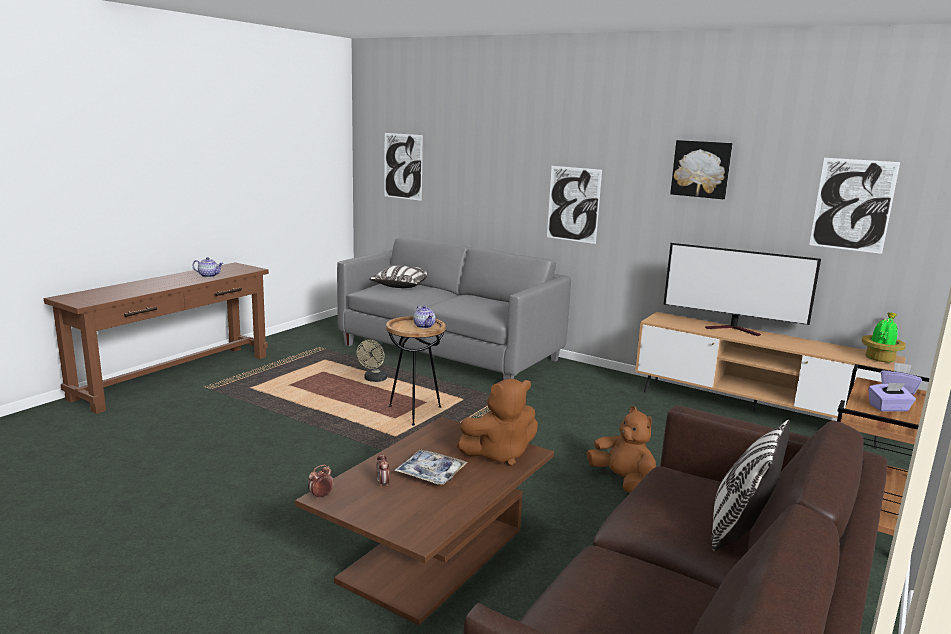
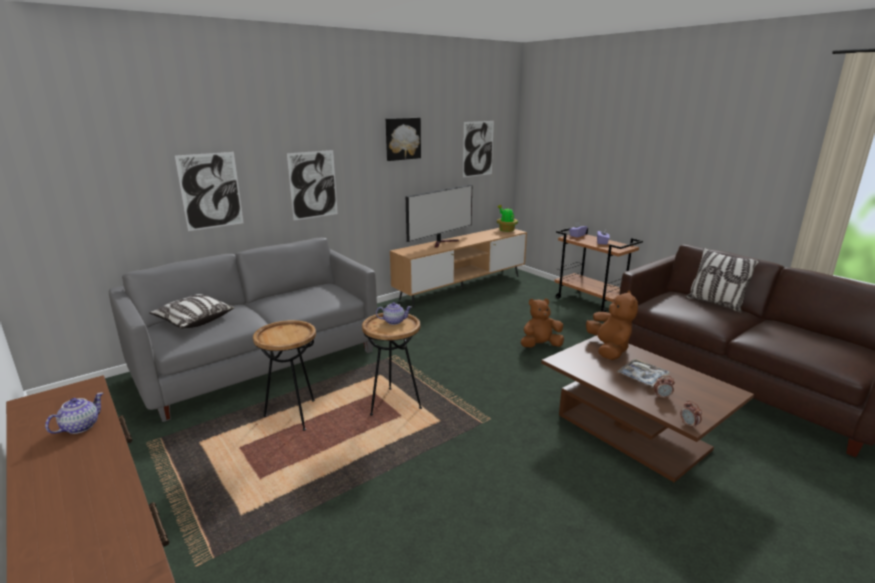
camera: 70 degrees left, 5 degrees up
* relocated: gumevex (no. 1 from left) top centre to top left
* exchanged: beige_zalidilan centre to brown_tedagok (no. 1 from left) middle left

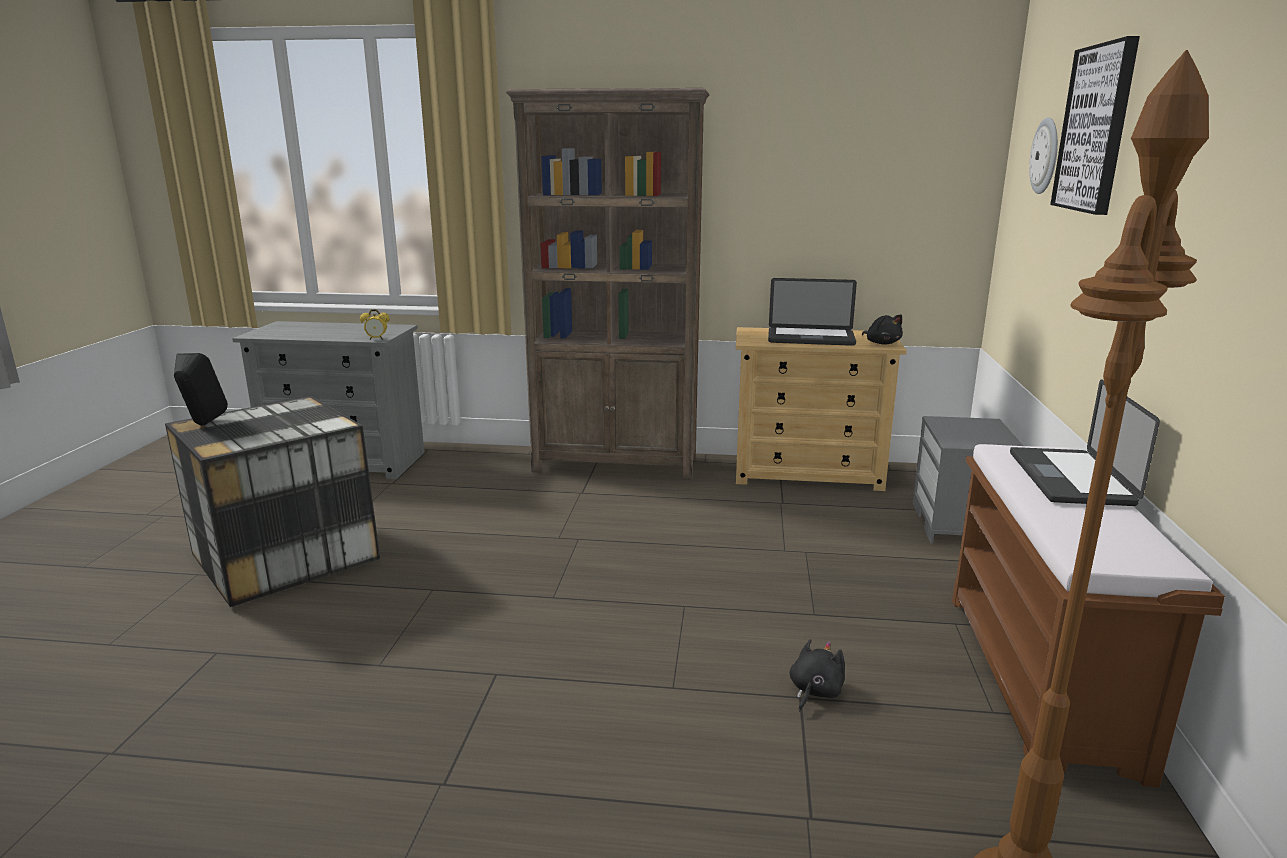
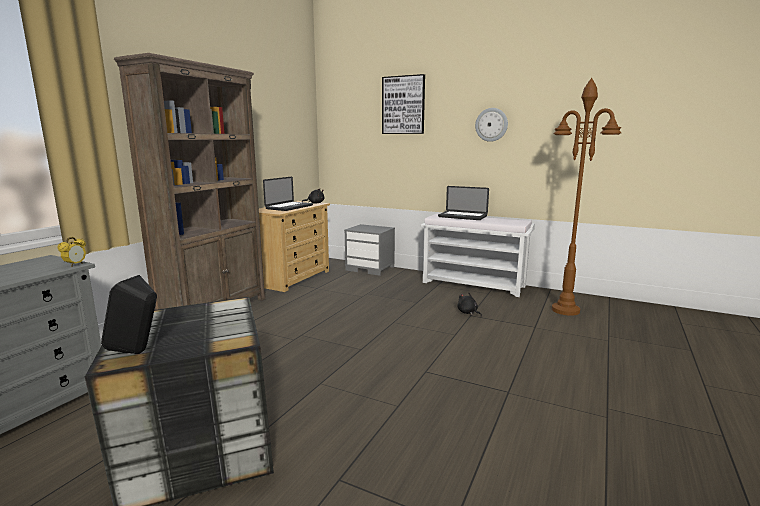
camera: 70 degrees left, 5 degrees down
* relocated: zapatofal top right to top centre
* colour: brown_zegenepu bottom right to white_zegenepu centre

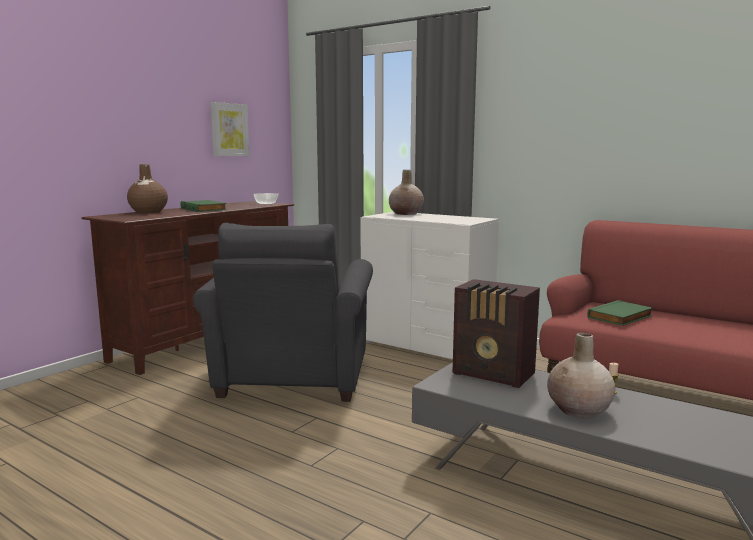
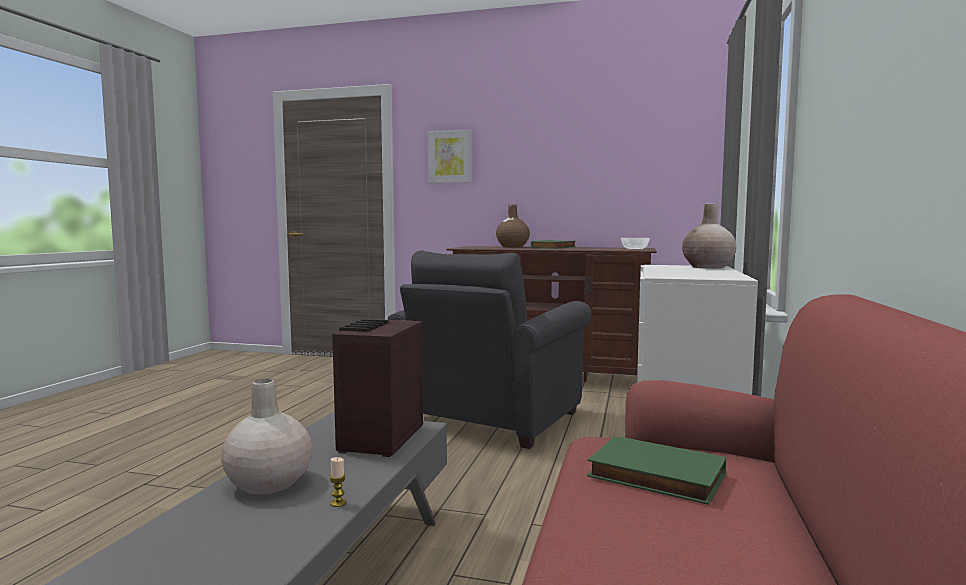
camera: 70 degrees right, 5 degrees down
* relocated: gumevex top left to top centre
* spun: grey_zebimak centre = centre 45 degrees counterclockwise

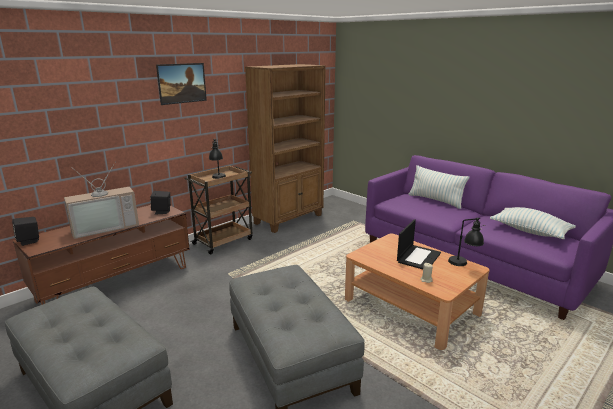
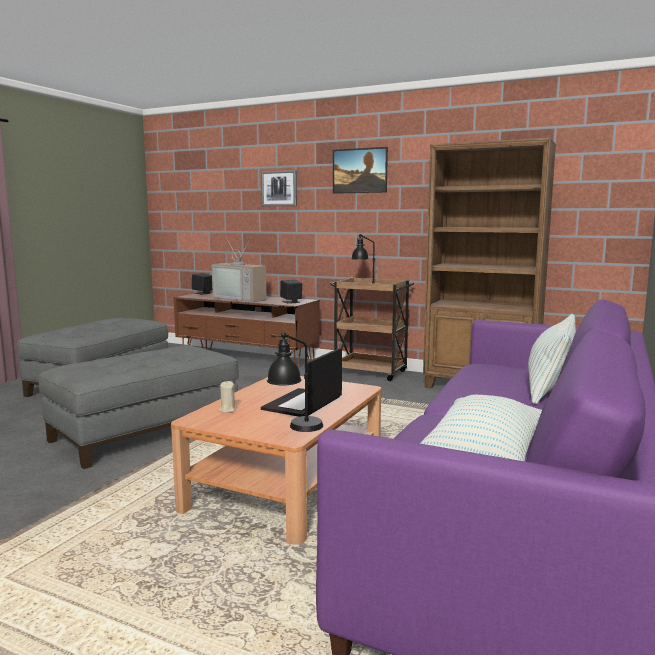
camera: 70 degrees right, 10 degrees down
* appeared: gumevex (no. 1 from left) top centre
* spun: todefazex middle right = centre 105 degrees clockwise

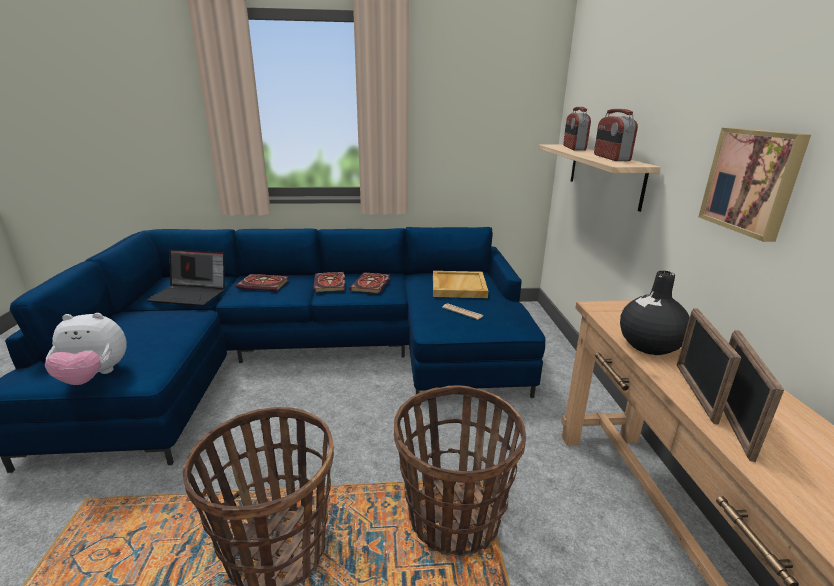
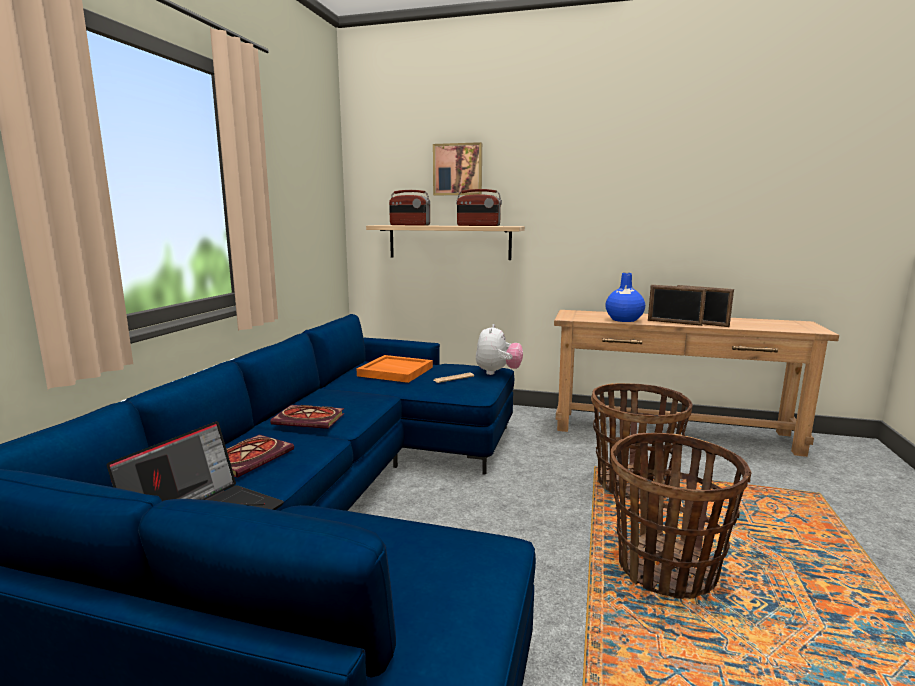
camera: 70 degrees left, 10 degrees down
* missing: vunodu (no. 3 from left) centre
* relocated: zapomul middle left to centre
* relocated: gumevex top right to top centre
* colour: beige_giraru centre to orange_giraru centre
* colour: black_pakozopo middle right to blue_pakozopo middle right

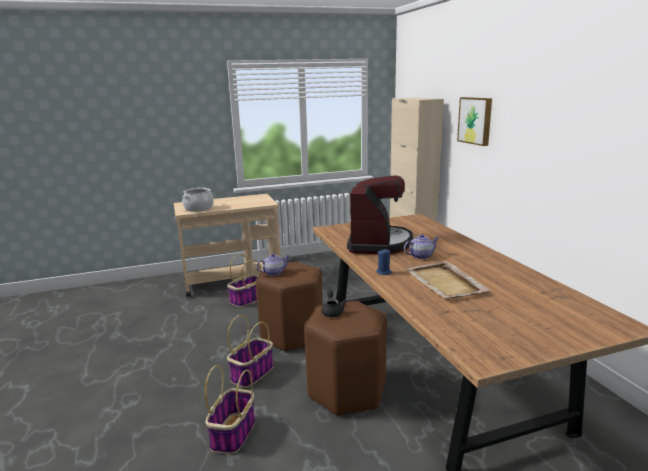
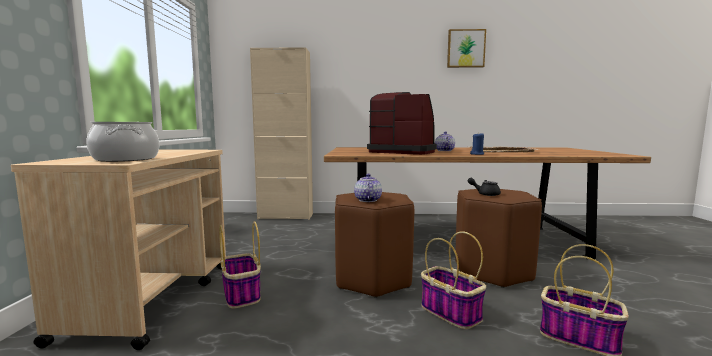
camera: 70 degrees left, 10 degrees down
* relocated: gumevex top right to top centre

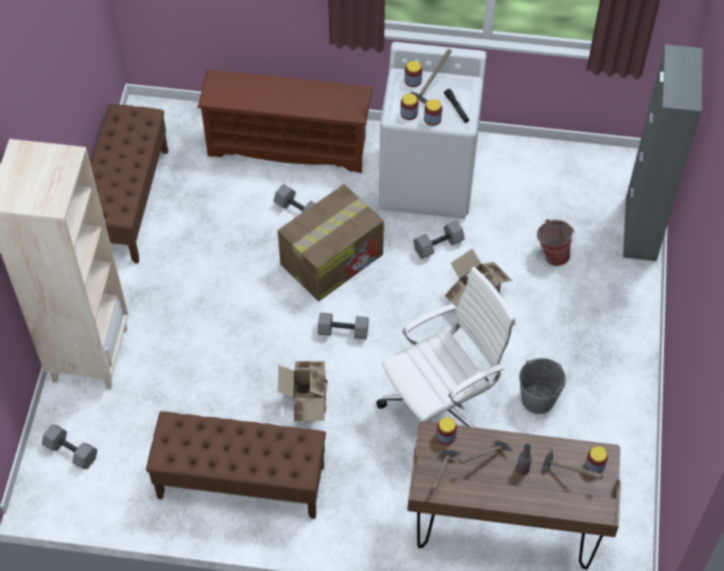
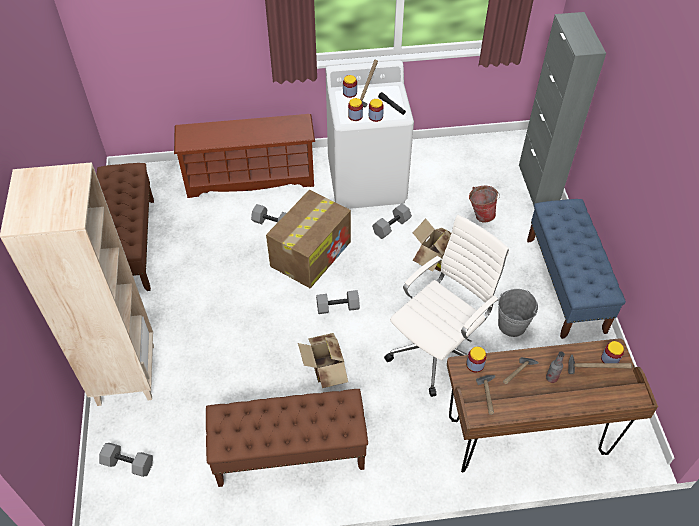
camera: 15 degrees left, 5 degrees down
* appeared: blue_zegenepu middle right

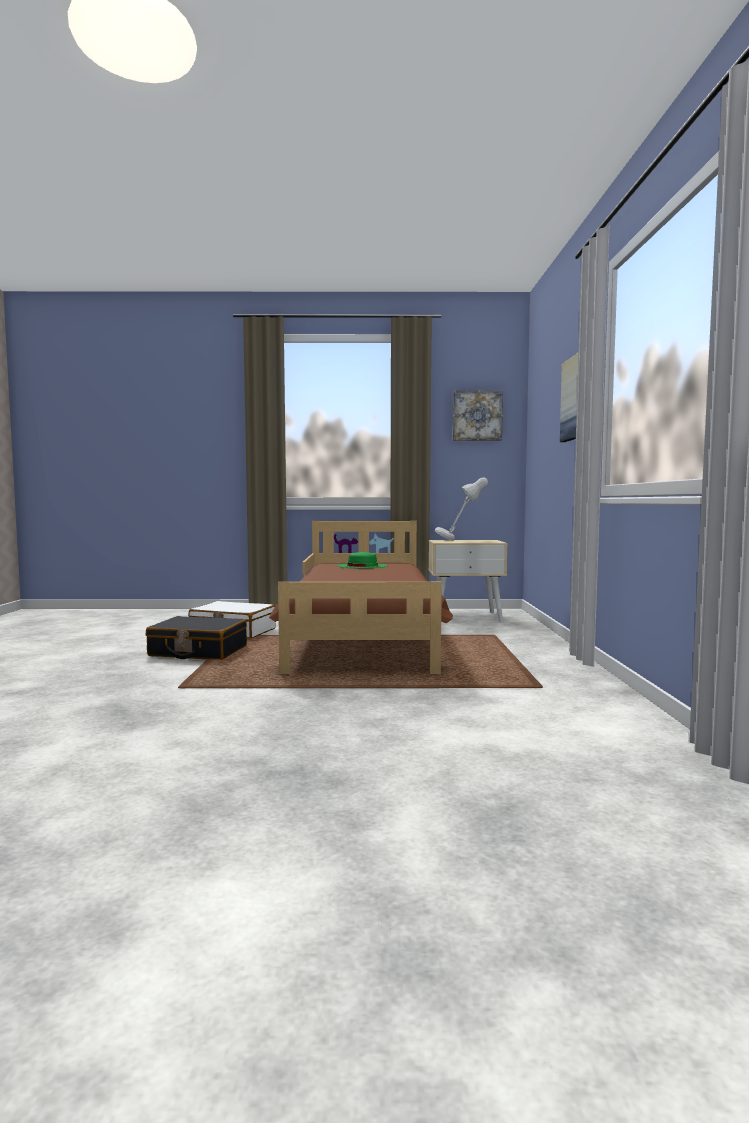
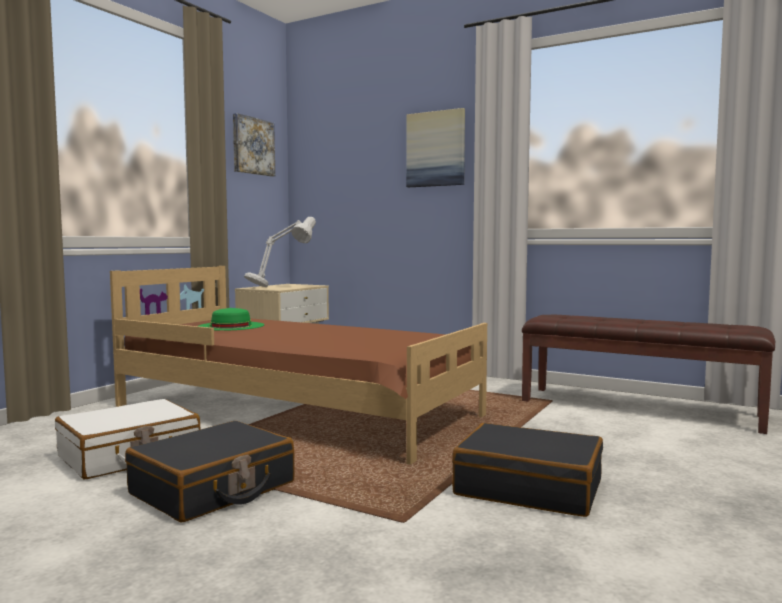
camera: 60 degrees left, 0 degrees up
* appeared: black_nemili (no. 2 from left) bottom right
* appeared: brown_zegenepu middle right

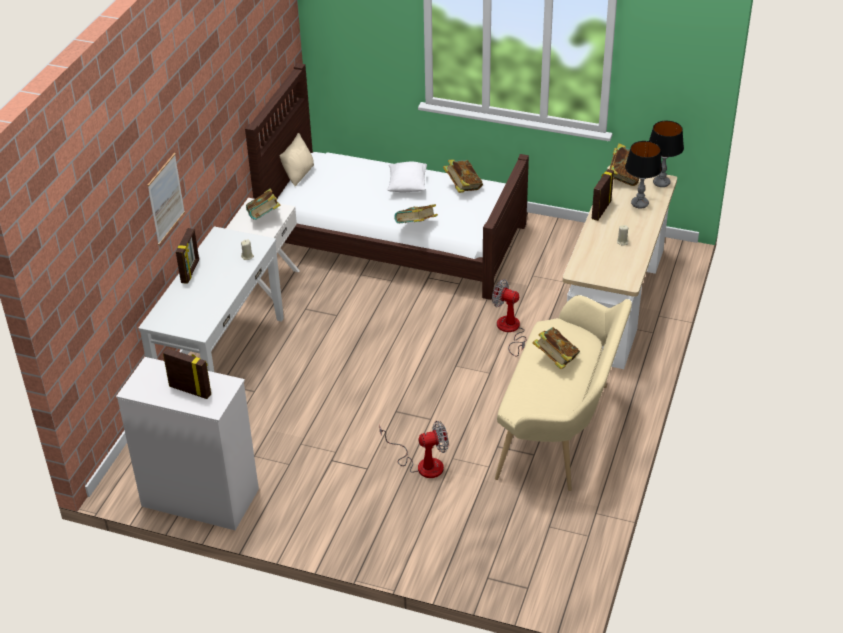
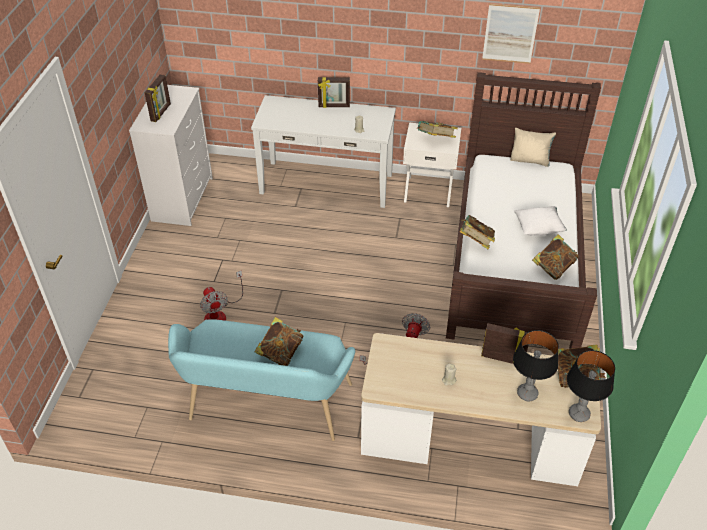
camera: 80 degrees right, 5 degrees up
* relocated: gumevex top left to top right
* colour: beige_zegenepu middle right to turquoise_zegenepu bottom centre

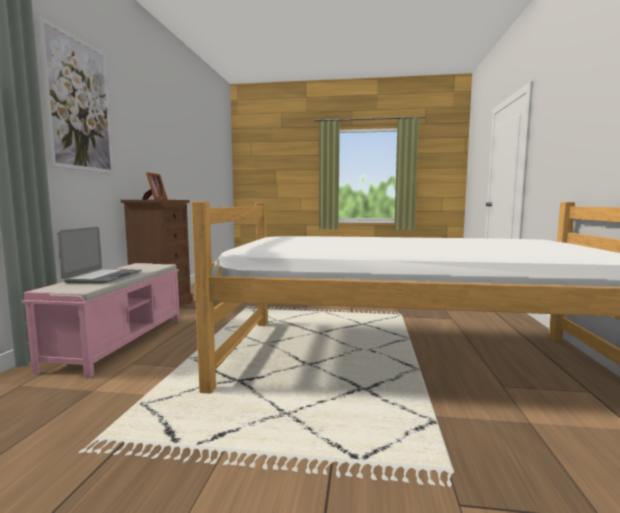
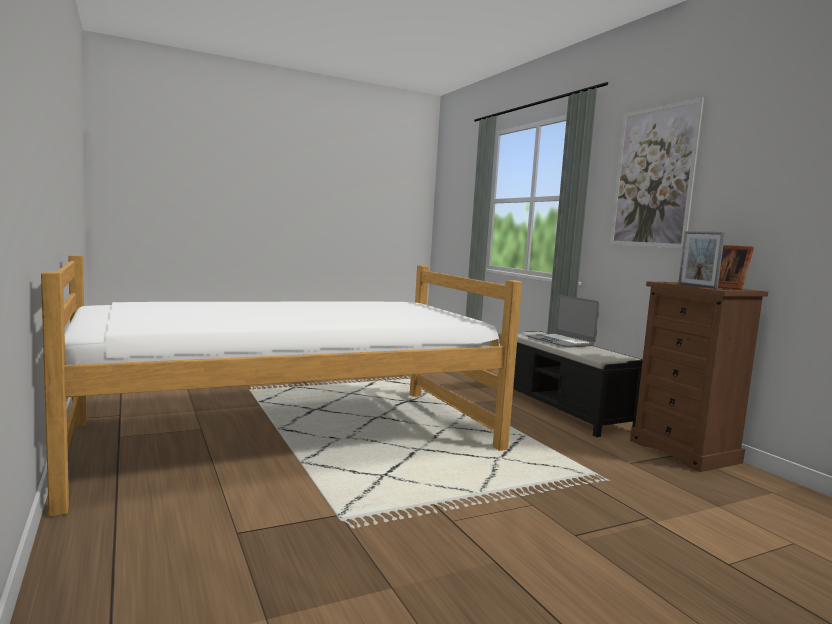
camera: 145 degrees right, 0 degrees up
* appeared: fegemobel (no. 1 from left) middle right
* colour: pink_zegenepu middle left to black_zegenepu middle right

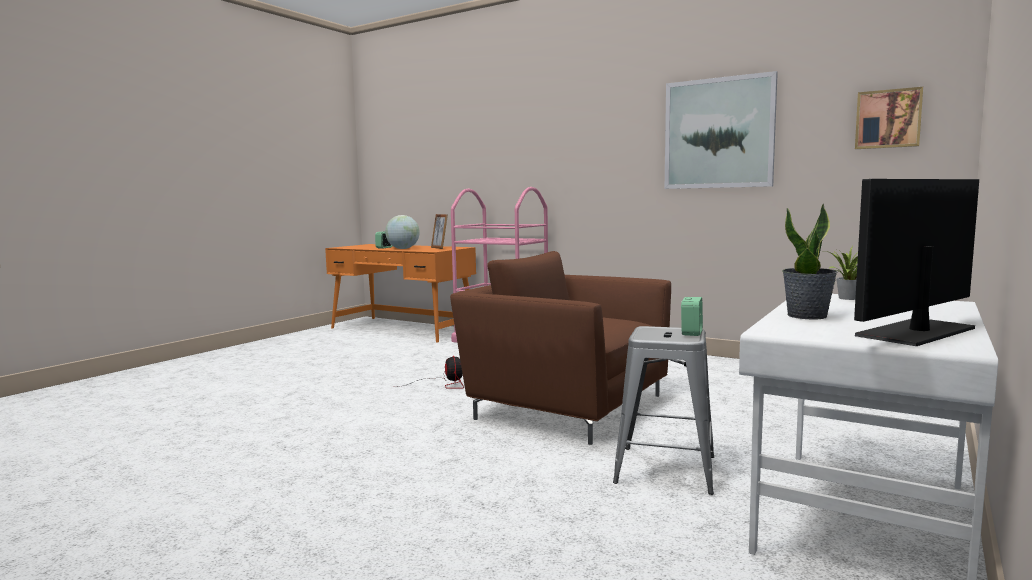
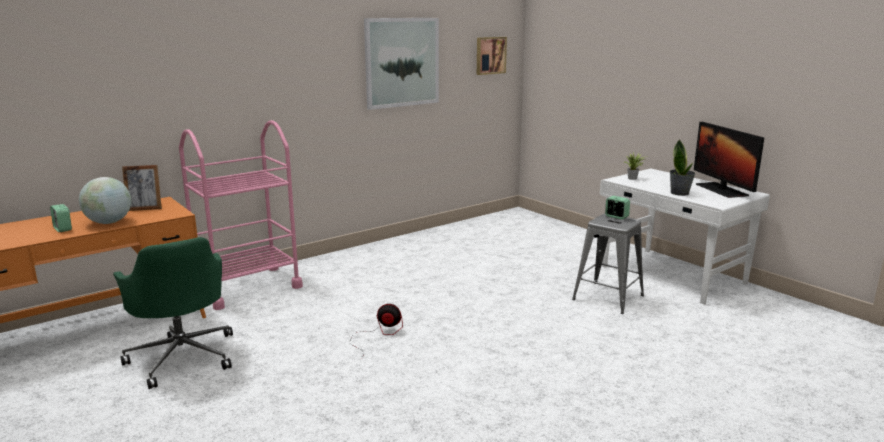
camera: 70 degrees left, 10 degrees up
* missing: brown_zebimak centre
* appeared: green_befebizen bottom left

